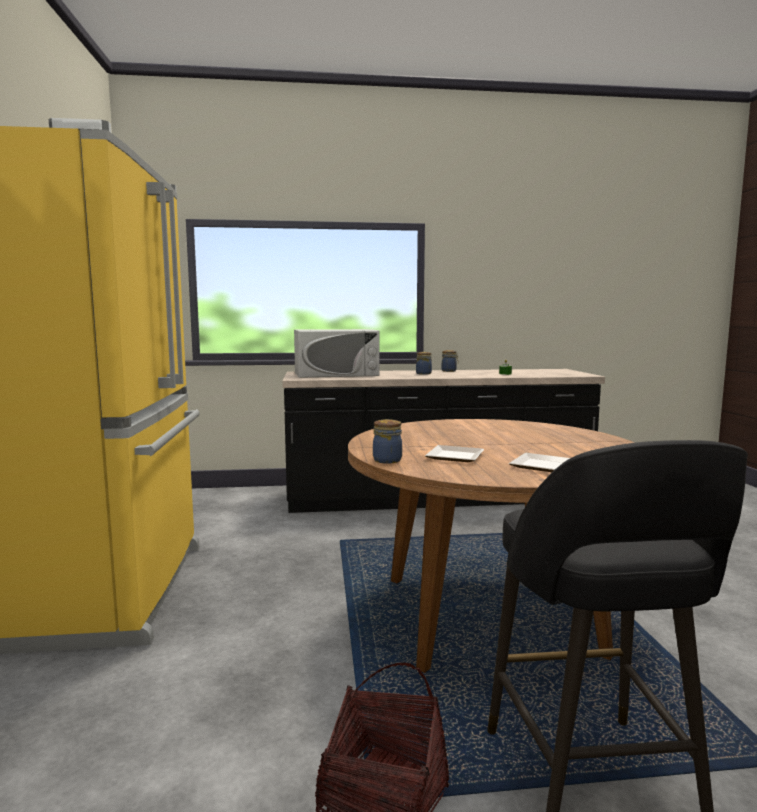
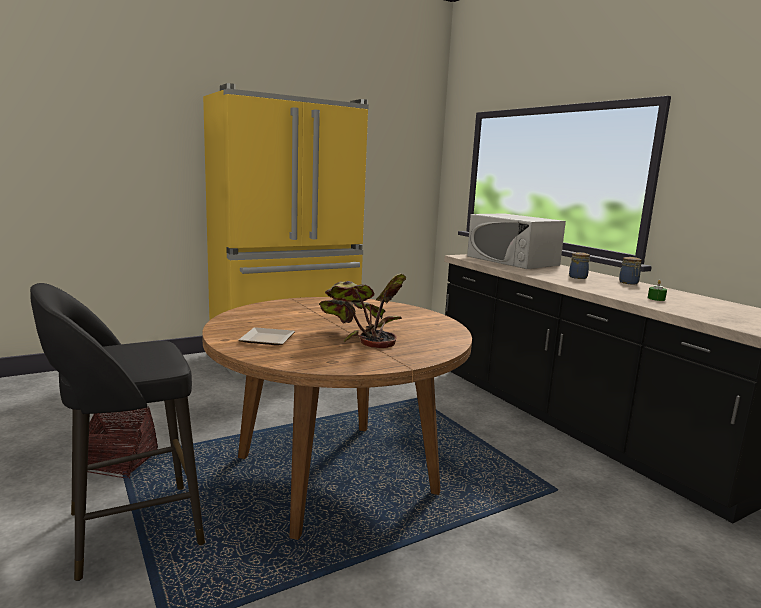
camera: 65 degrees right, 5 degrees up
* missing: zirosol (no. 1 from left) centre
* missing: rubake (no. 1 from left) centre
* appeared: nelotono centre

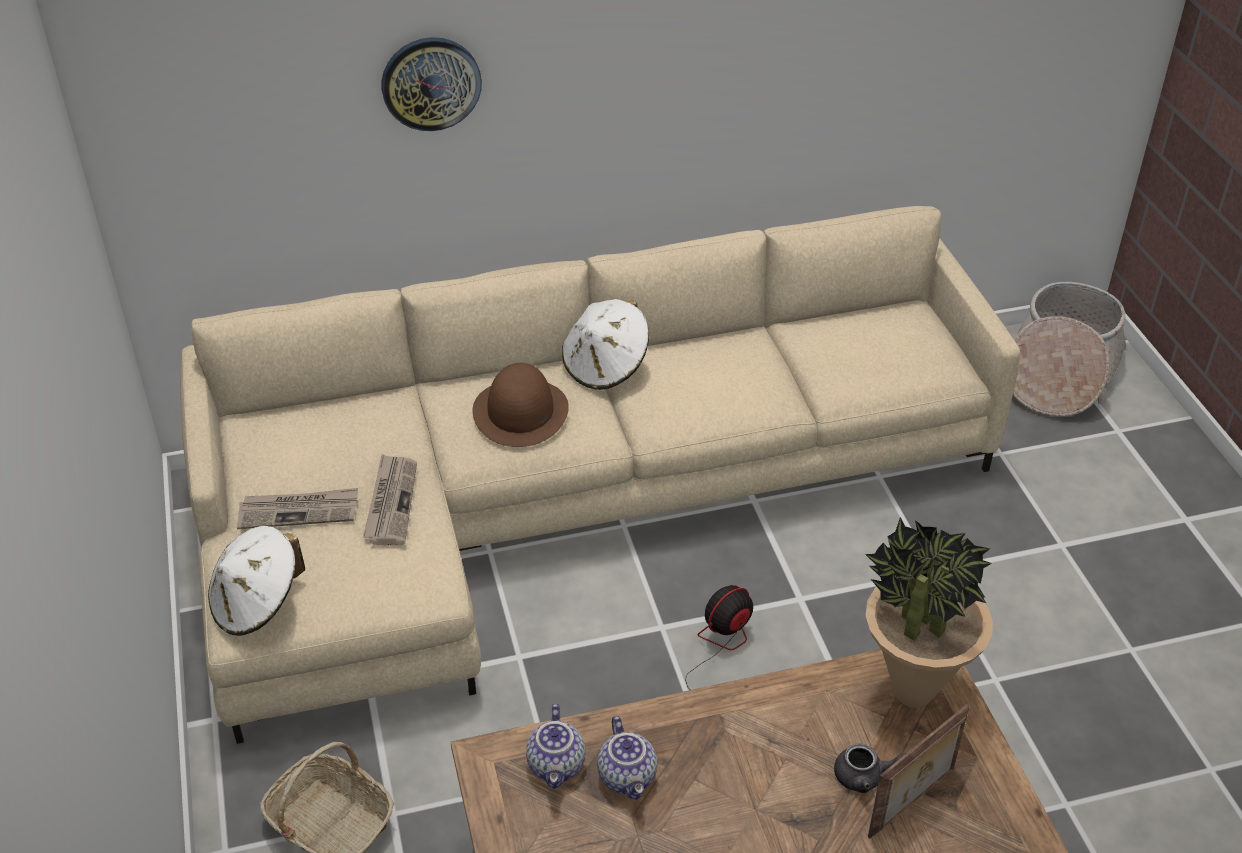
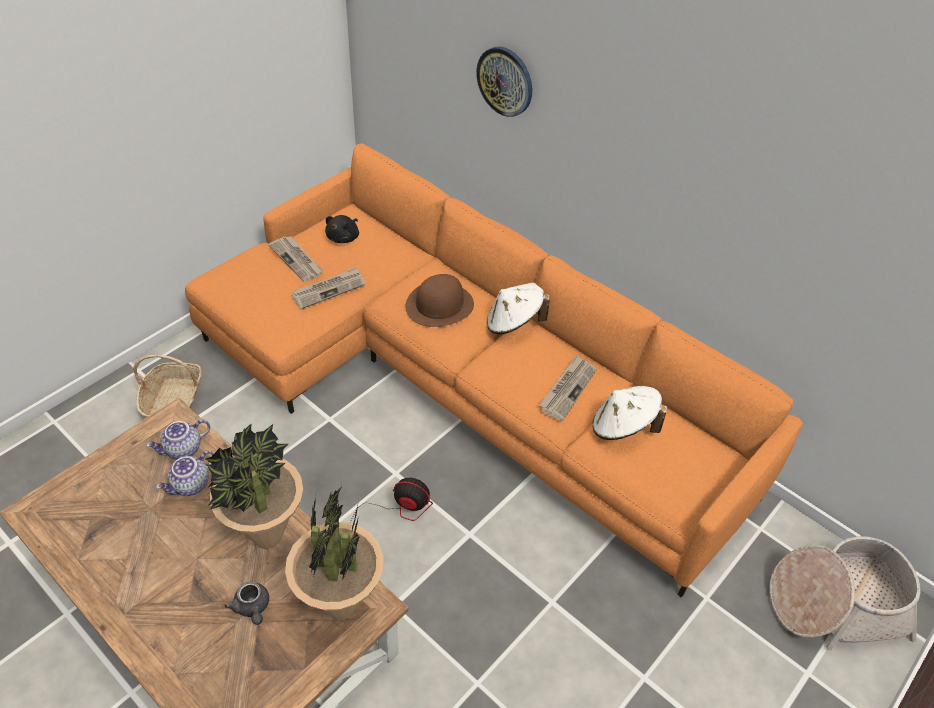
camera: 55 degrees right, 5 degrees up
* missing: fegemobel bottom right
* appeared: nelotono (no. 1 from left) bottom left
* appeared: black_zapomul top centre
* appeared: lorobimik (no. 3 from left) centre
* relocated: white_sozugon (no. 1 from left in the first image) bottom left to white_sozugon (no. 2 from left) middle right
* colour: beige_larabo centre to orange_larabo centre

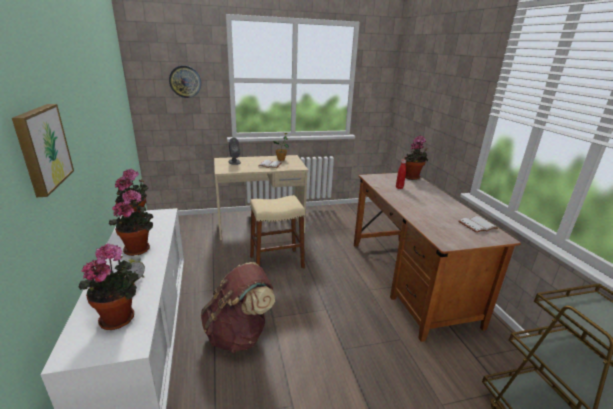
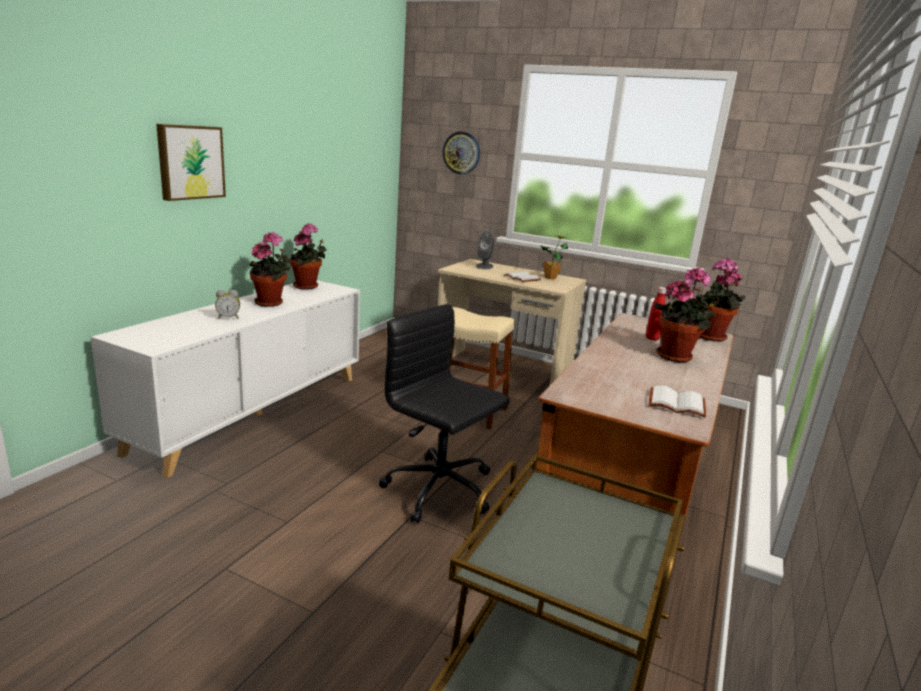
camera: 40 degrees right, 5 degrees down
* missing: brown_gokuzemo bottom centre
* appeared: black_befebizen centre
* relocated: nelotono (no. 1 from left in the first image) bottom left to nelotono (no. 4 from left) middle right

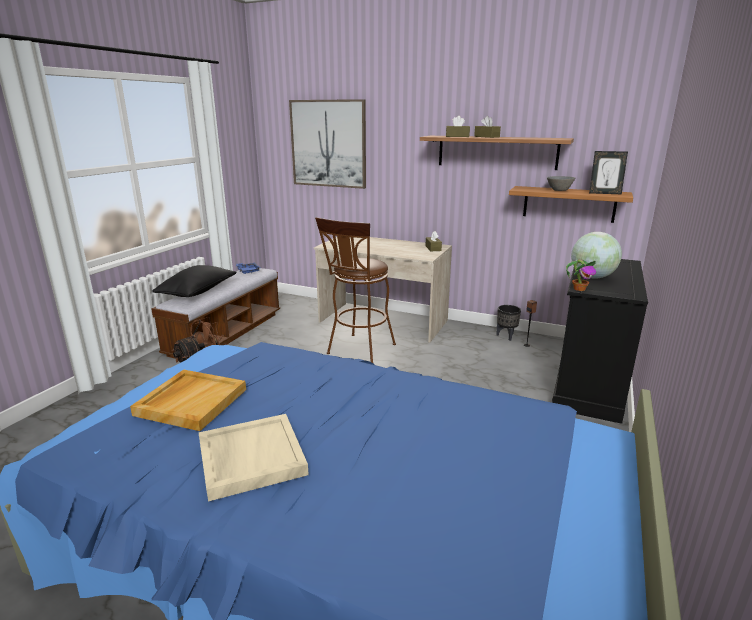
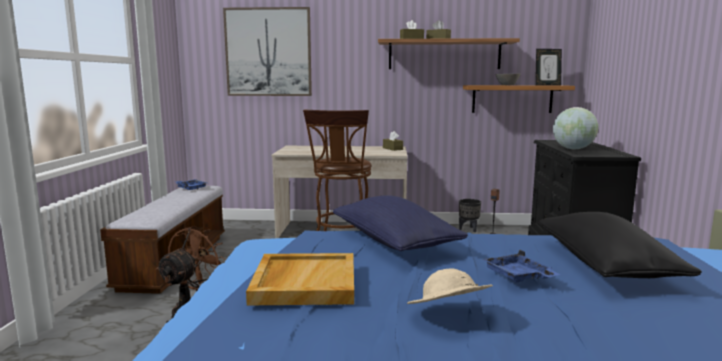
camera: 20 degrees left, 10 degrees down
* missing: nelotono middle right
* appeared: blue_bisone centre
* appeared: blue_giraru (no. 2 from left) bottom right
* relocated: black_bisone middle left to bottom right
* exchanged: beige_giraru (no. 2 from left) bottom centre to beige_sozugon bottom centre

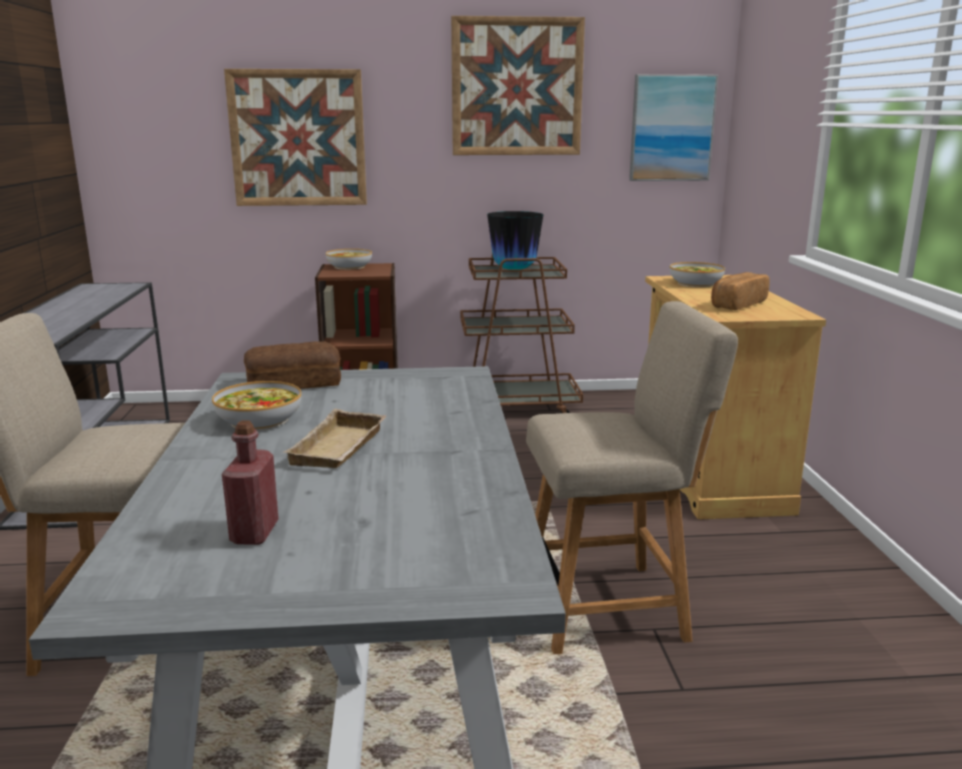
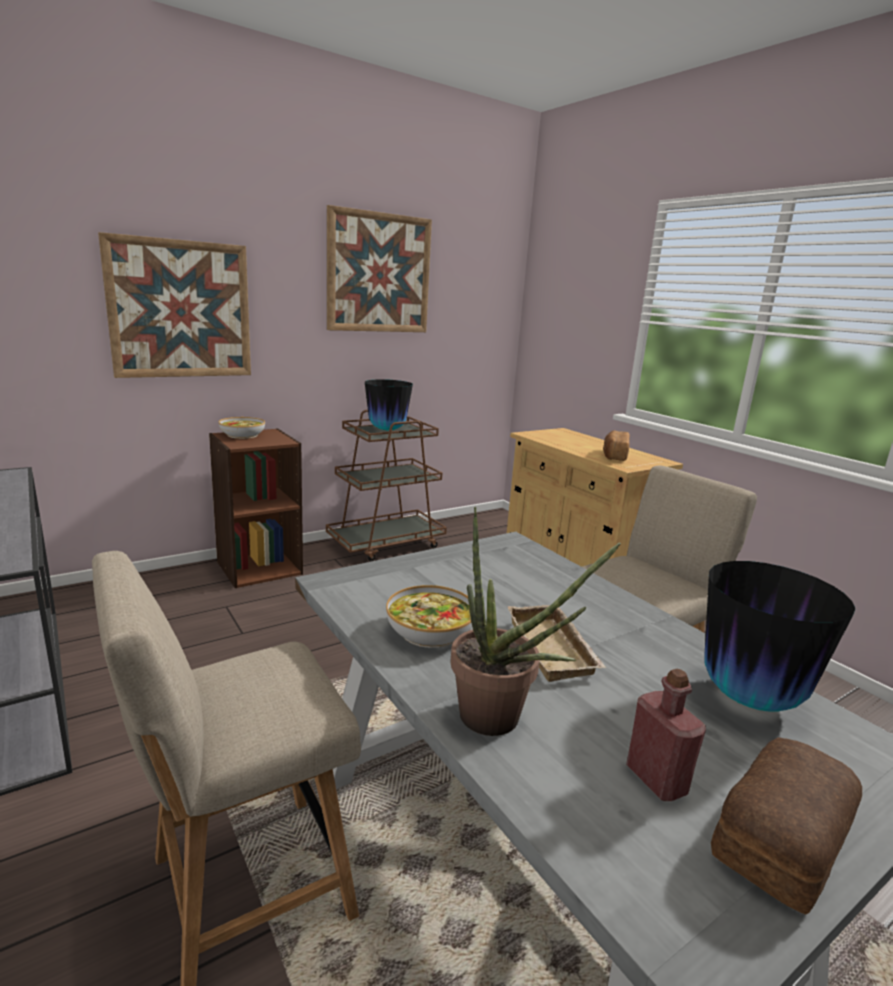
camera: 30 degrees left, 0 degrees up
* missing: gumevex (no. 3 from left) top right
* missing: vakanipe (no. 3 from left) middle right
* appeared: nelotono centre
* appeared: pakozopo (no. 2 from left) middle right
* relocated: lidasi (no. 1 from left in the first image) middle left to lidasi (no. 2 from left) bottom right

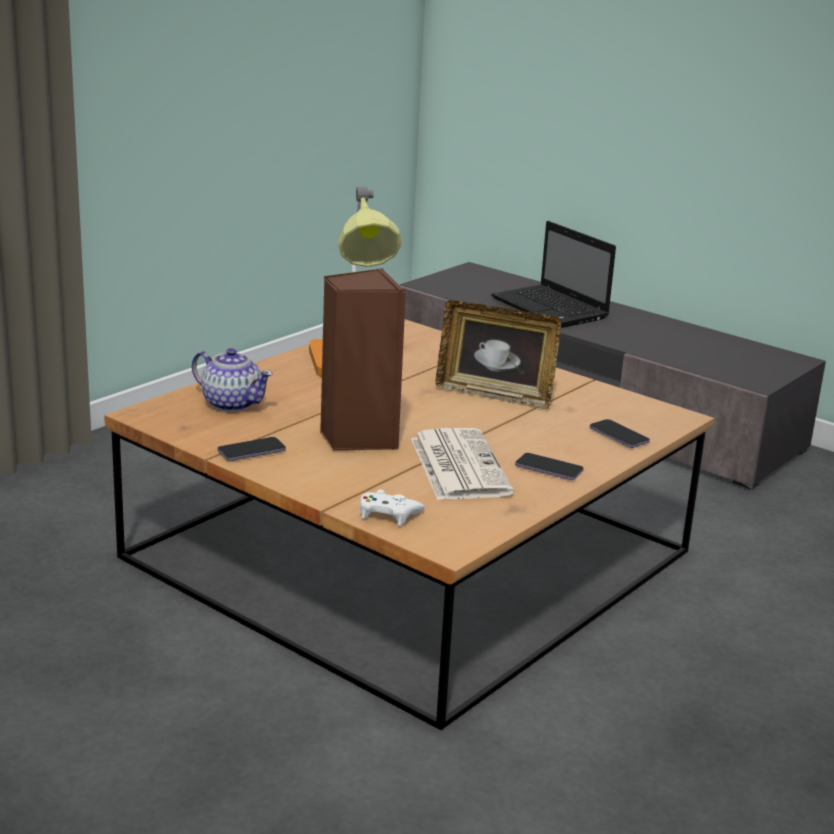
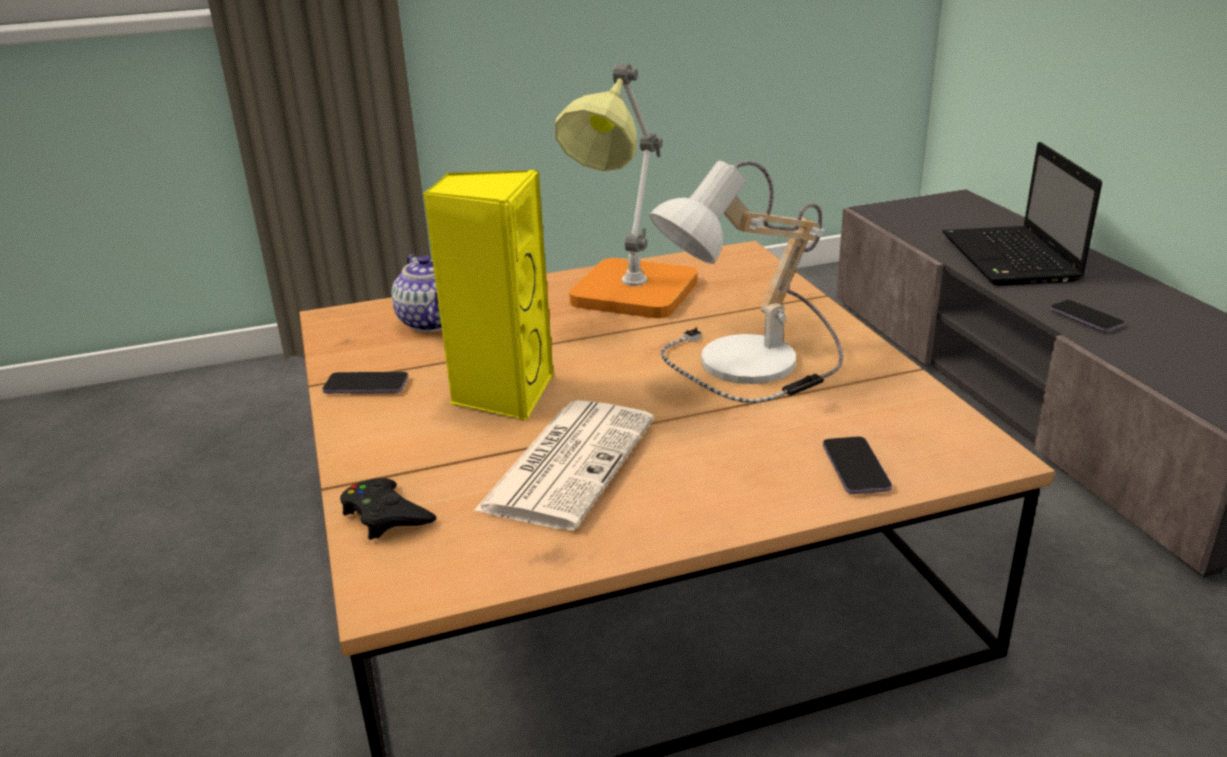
camera: 35 degrees right, 5 degrees up
* relocated: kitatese (no. 2 from left in the first image) centre to kitatese (no. 3 from left) middle right
* exchanged: fegemobel centre to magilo (no. 2 from left) centre
* colour: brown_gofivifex centre to yellow_gofivifex centre
* colour: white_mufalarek centre to black_mufalarek bottom left

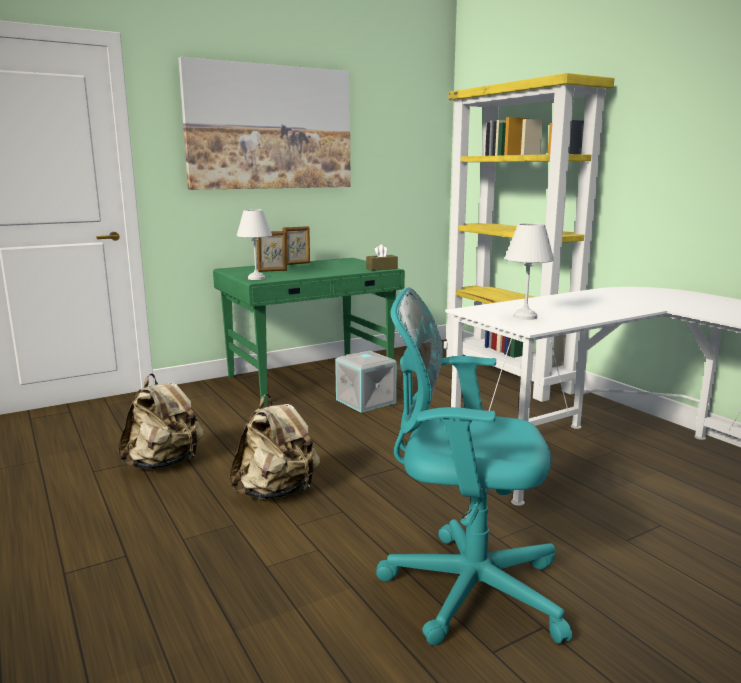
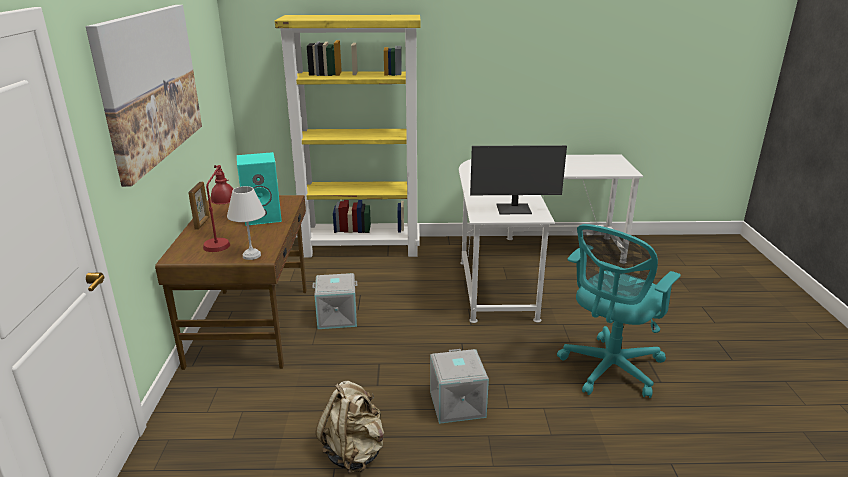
camera: 60 degrees left, 10 degrees up
* missing: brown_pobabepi centre
* appeared: turquoise_gofivifex middle left
* exchanged: beige_gokuzemo (no. 2 from left) centre to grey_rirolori (no. 2 from left) bottom centre
* exchanged: fegemobel (no. 1 from left) centre to red_magilo middle left
* exchanged: white_magilo (no. 2 from left) middle right to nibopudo centre
* colour: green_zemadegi centre to brown_zemadegi middle left

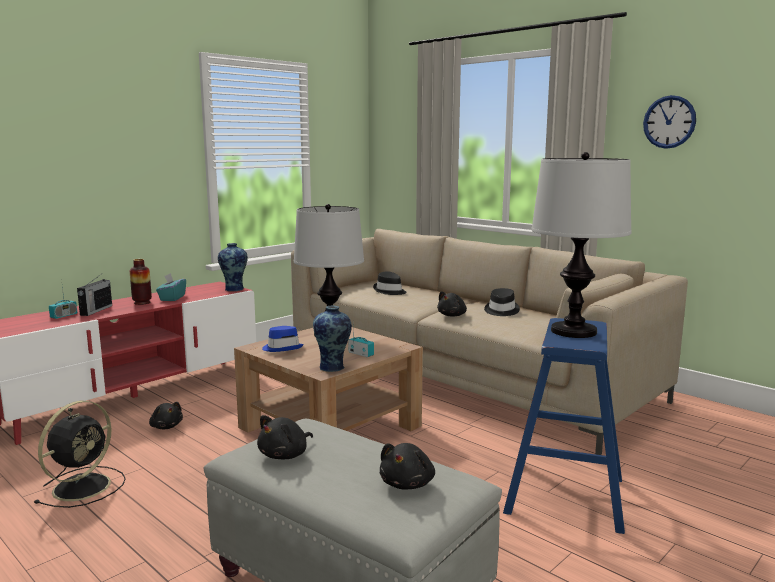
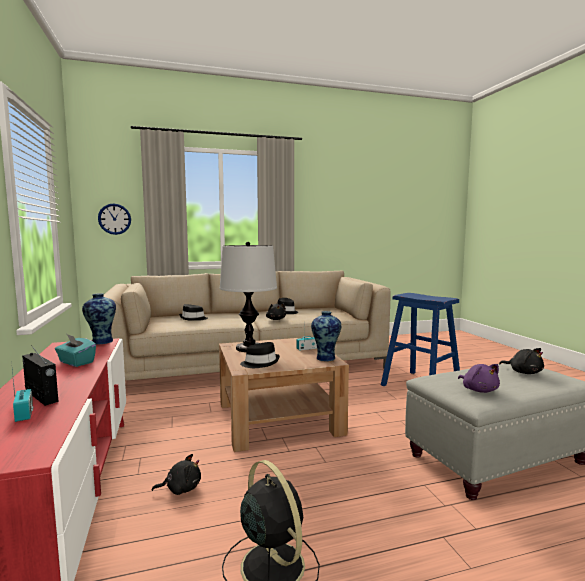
camera: 60 degrees left, 5 degrees down
* missing: pakozopo (no. 1 from left) middle left
* missing: magilo (no. 2 from left) middle right
* relocated: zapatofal top right to middle left
* colour: black_zapomul (no. 2 from left) bottom centre to purple_zapomul middle right
* colour: blue_sozugon centre to black_sozugon (no. 2 from left) centre

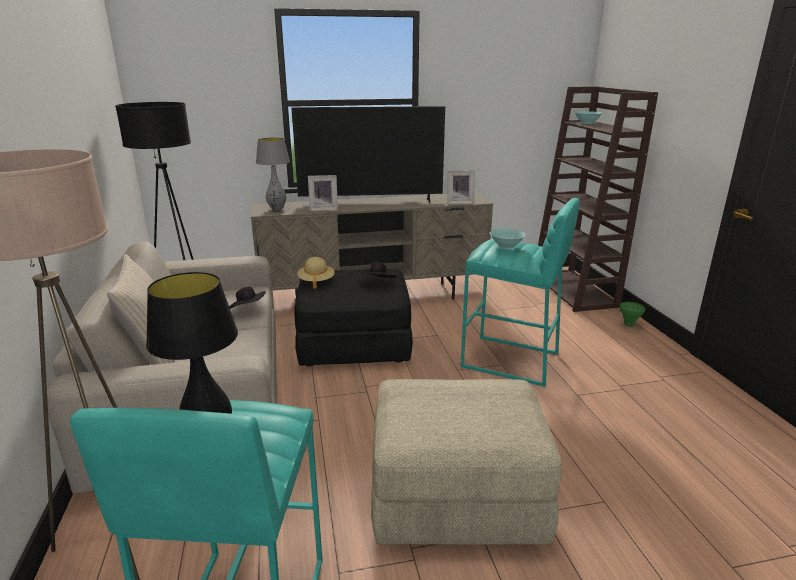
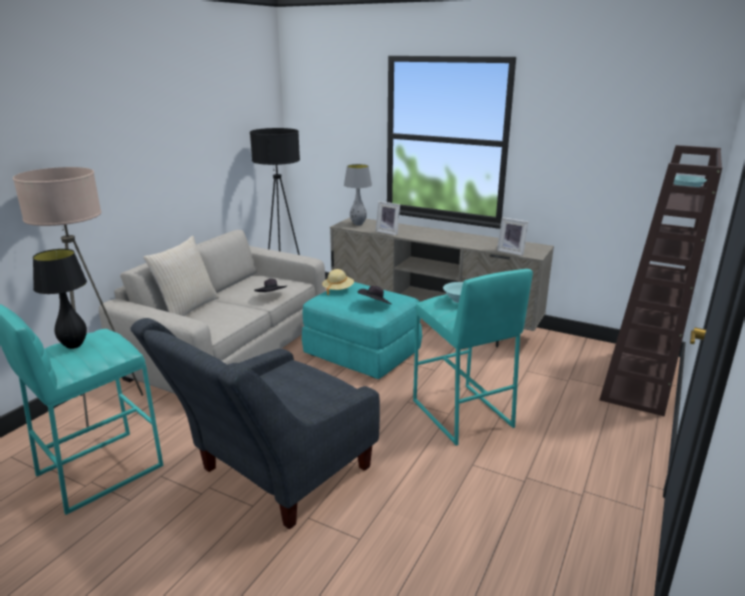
camera: 40 degrees right, 0 degrees up
* missing: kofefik top centre
* missing: green_pakozopo middle right
* exchanged: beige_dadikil bottom centre to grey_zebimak bottom centre
* colour: black_dadikil centre to turquoise_dadikil centre

